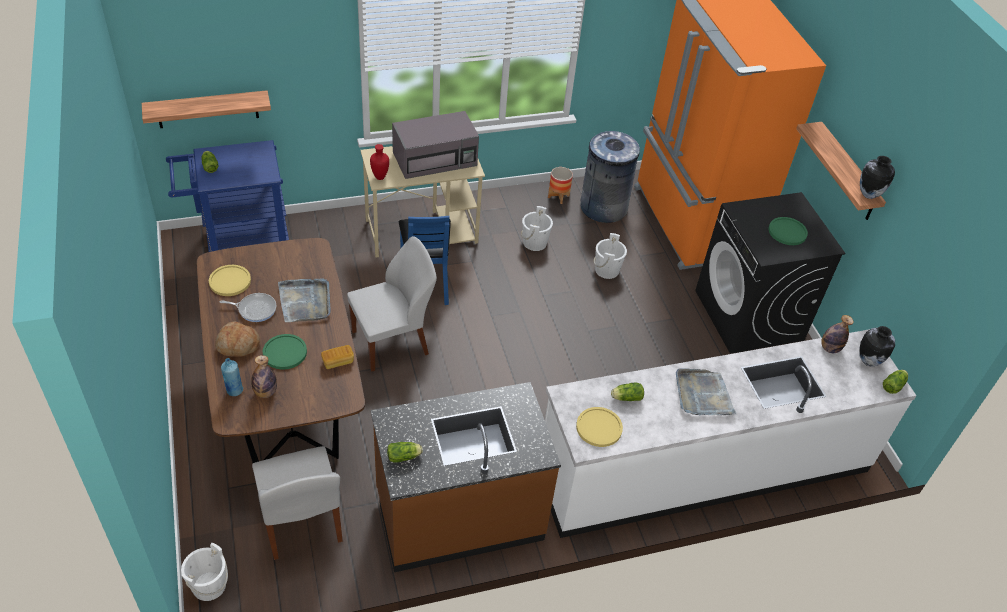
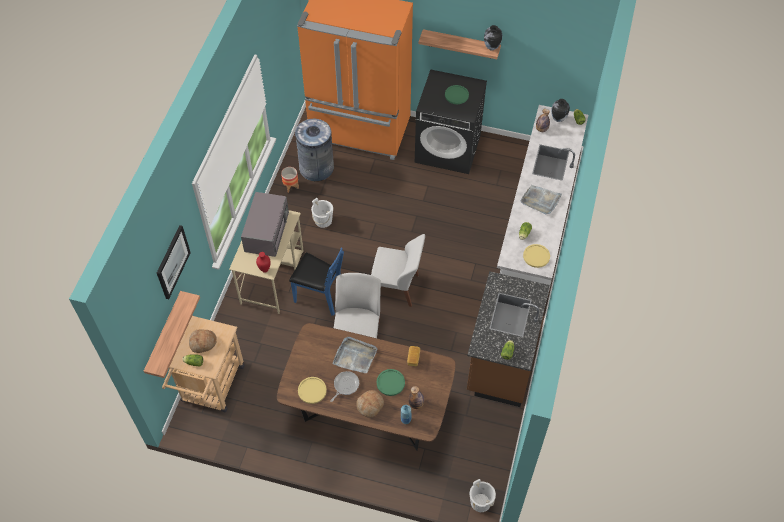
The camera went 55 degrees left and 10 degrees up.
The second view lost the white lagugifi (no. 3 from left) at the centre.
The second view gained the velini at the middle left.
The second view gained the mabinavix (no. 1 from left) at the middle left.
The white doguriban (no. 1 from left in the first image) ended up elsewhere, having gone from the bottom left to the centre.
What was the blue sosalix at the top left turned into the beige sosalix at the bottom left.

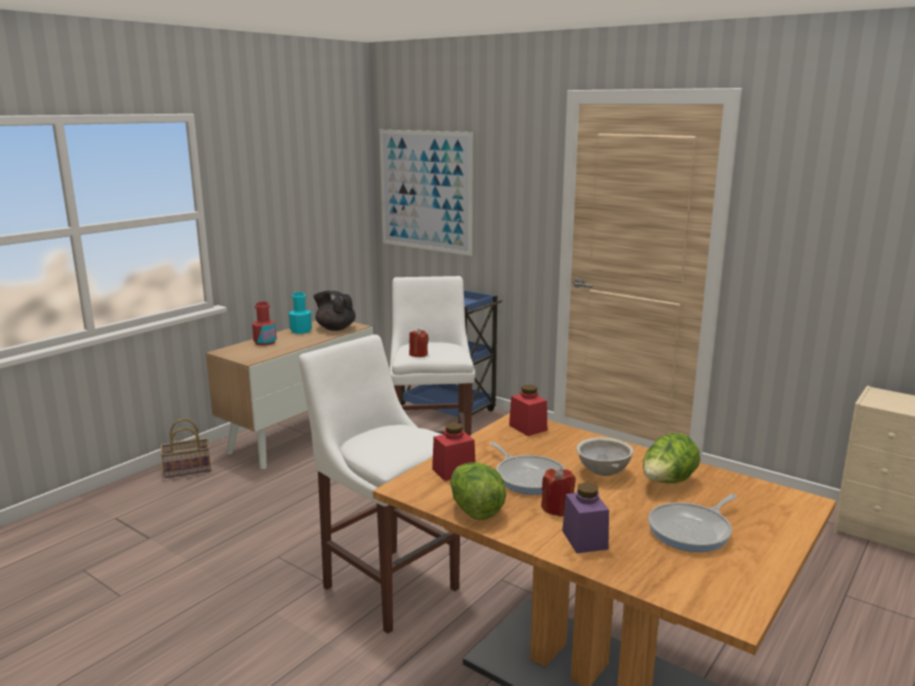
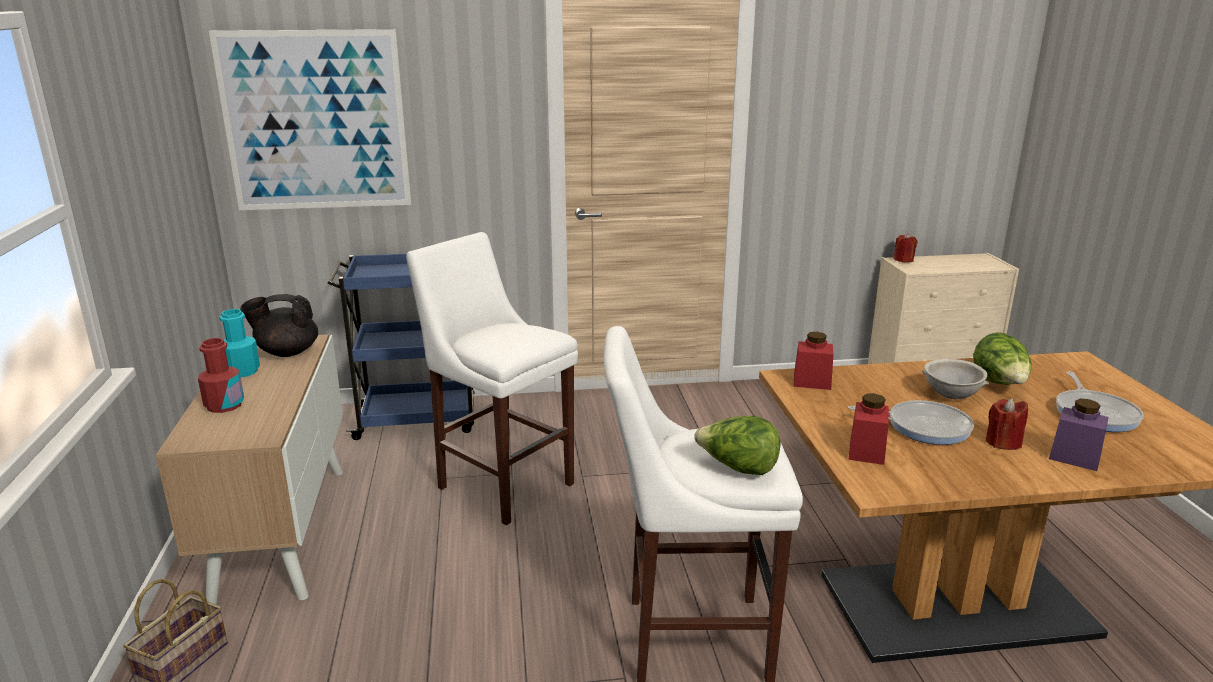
The camera went 45 degrees left and 5 degrees up.
The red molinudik (no. 1 from left) ended up elsewhere, having gone from the centre to the middle right.
The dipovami (no. 1 from left) ended up elsewhere, having gone from the bottom centre to the centre.

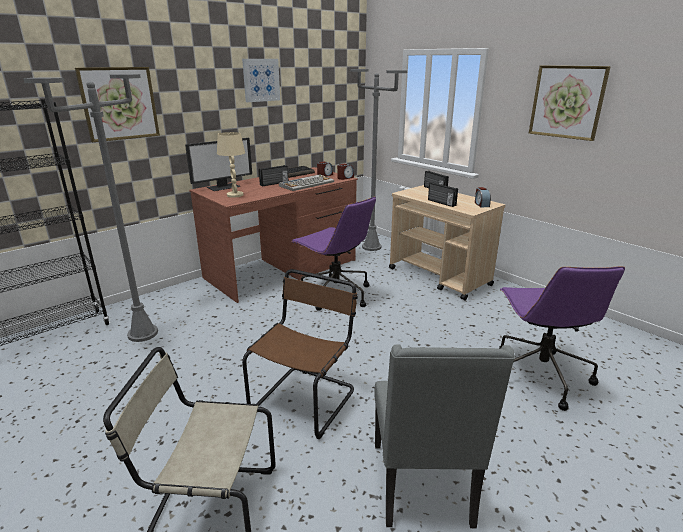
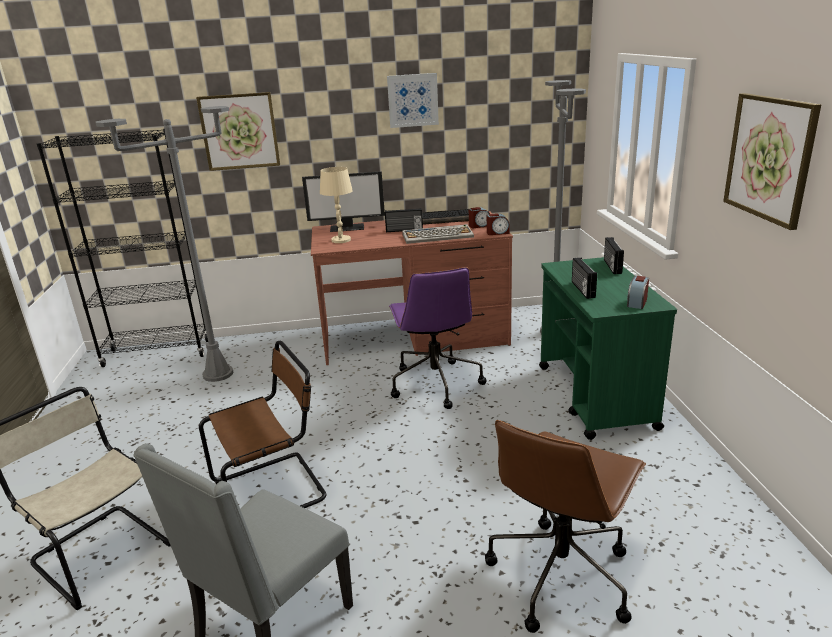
The camera went 35 degrees right and 0 degrees up.
What was the beige sosalix at the centre turned into the green sosalix at the middle right.
What was the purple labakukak (no. 2 from left) at the middle right turned into the brown labakukak at the bottom right.

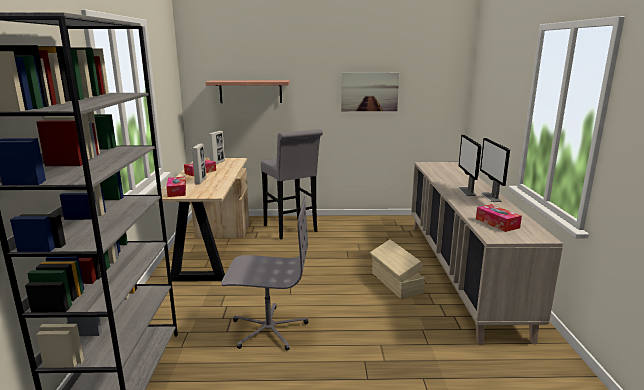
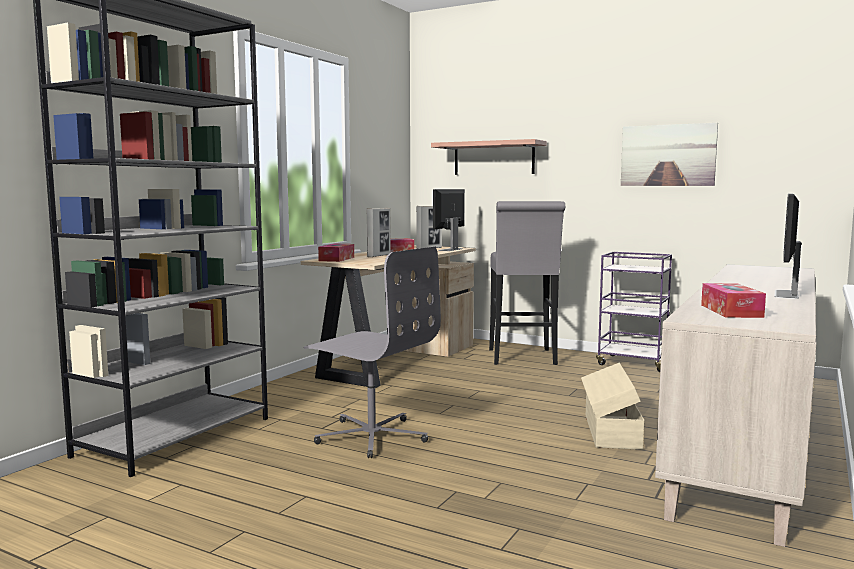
The camera went 30 degrees right and 10 degrees down.
The second view gained the purple sosalix at the middle right.
The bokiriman (no. 1 from left) ended up elsewhere, having gone from the middle right to the centre.

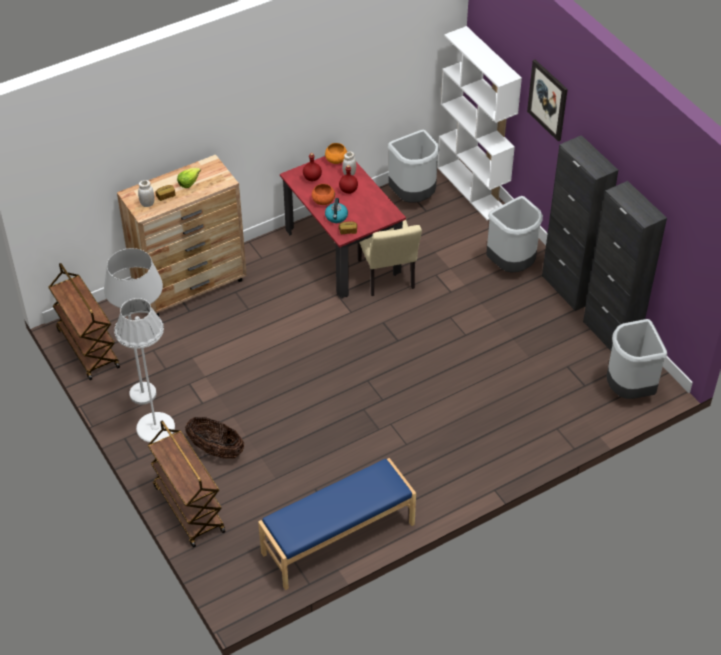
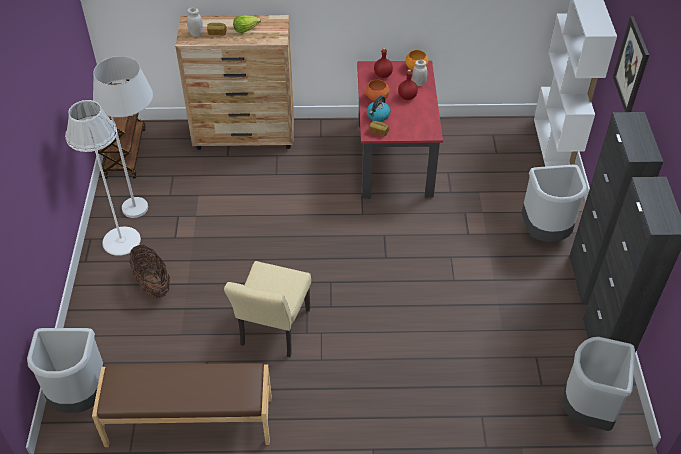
The camera went 30 degrees right and 0 degrees up.
The second view lost the brown sosalix (no. 2 from left) at the bottom left.
The beige doguriban ended up elsewhere, having gone from the centre to the bottom centre.
The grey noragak (no. 1 from left) ended up elsewhere, having gone from the top centre to the bottom left.
What was the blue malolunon at the bottom centre turned into the brown malolunon at the bottom left.

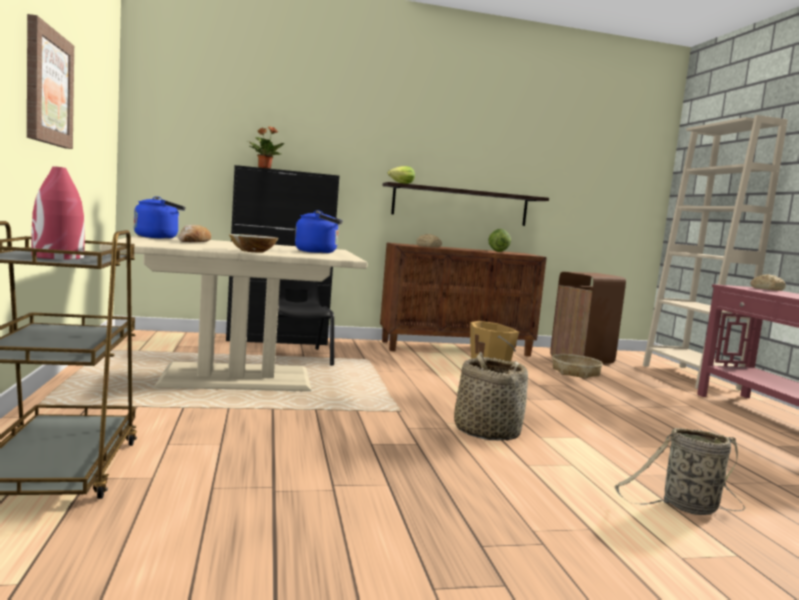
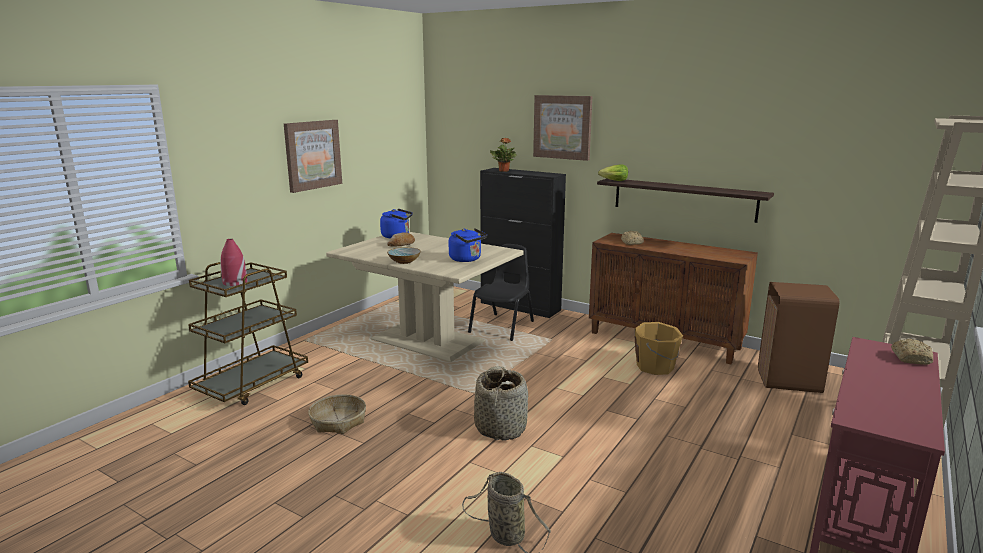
The camera went 45 degrees right and 10 degrees up.
The second view lost the dipovami (no. 2 from left) at the centre.
The second view gained the velini (no. 2 from left) at the top centre.
The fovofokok (no. 2 from left in the first image) ended up elsewhere, having gone from the middle right to the bottom centre.

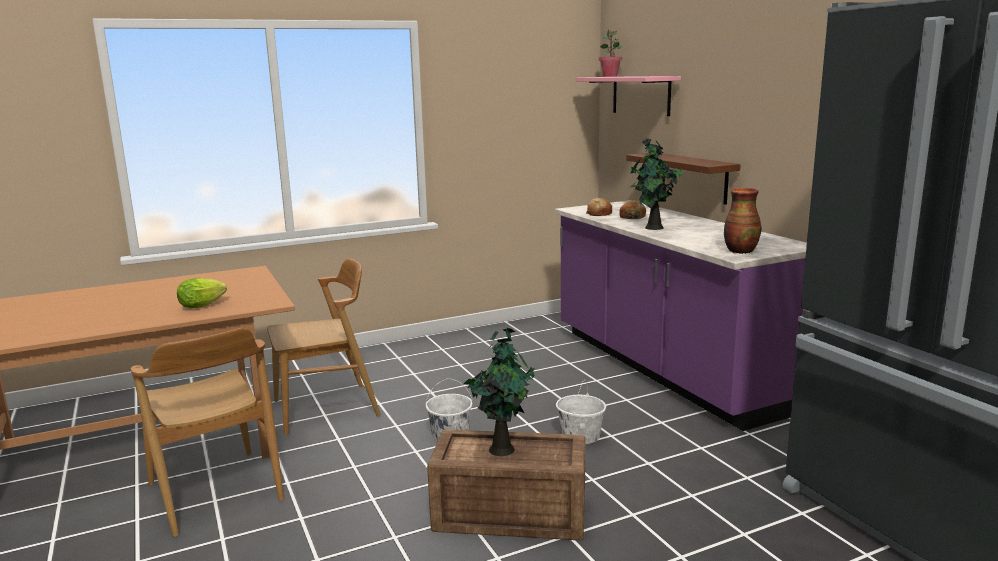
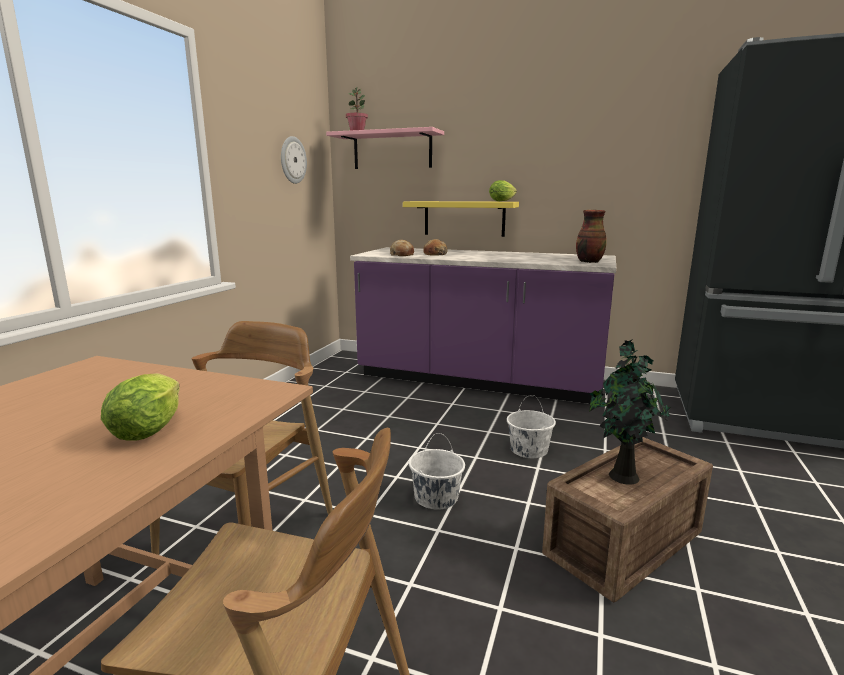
The camera went 45 degrees left and 0 degrees up.
The second view lost the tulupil (no. 3 from left) at the top centre.
The second view gained the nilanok at the top centre.
The second view gained the dipovami (no. 2 from left) at the top centre.
What was the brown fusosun at the top right turned into the yellow fusosun at the top centre.

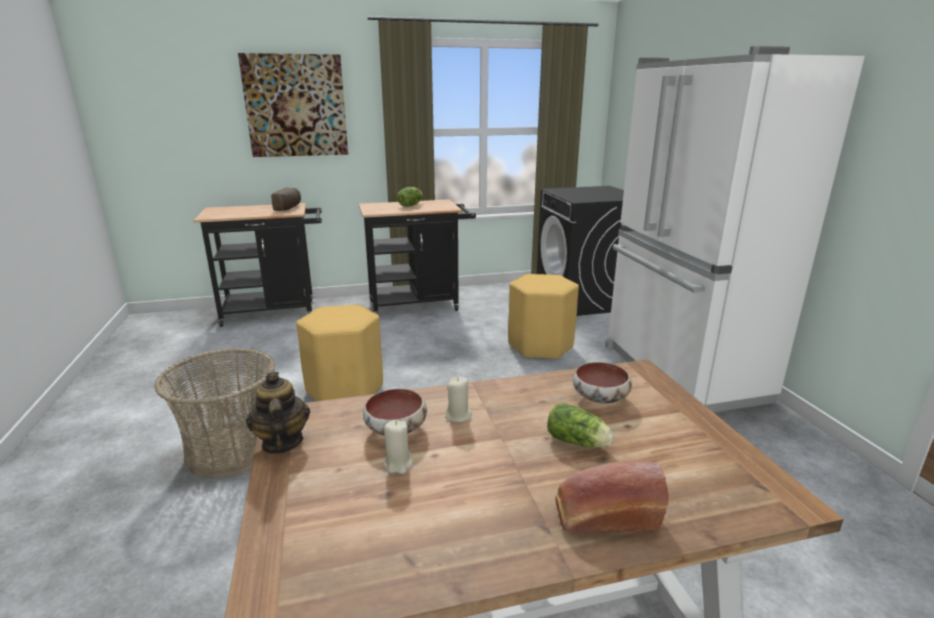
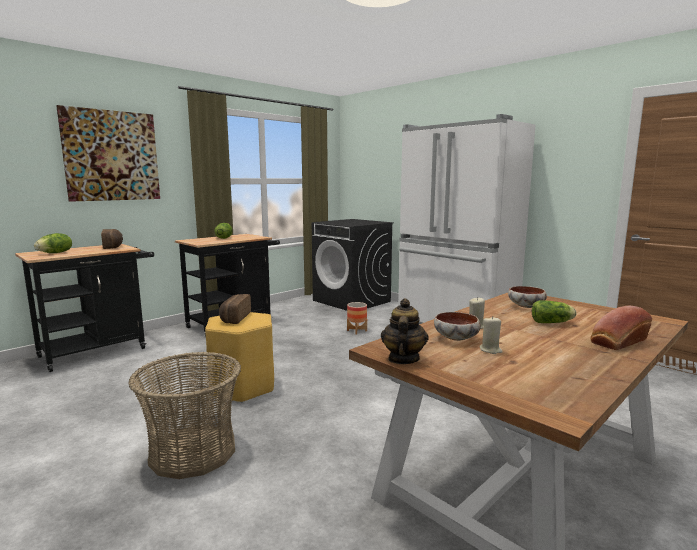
The camera went 30 degrees left and 10 degrees down.
The second view gained the dipovami (no. 1 from left) at the middle left.
The second view gained the mabinavix (no. 2 from left) at the centre.
Where the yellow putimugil (no. 2 from left) stood at the centre, the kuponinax came to stand at the centre.
The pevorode at the bottom left ended up facing another way, 60 degrees clockwise from before.

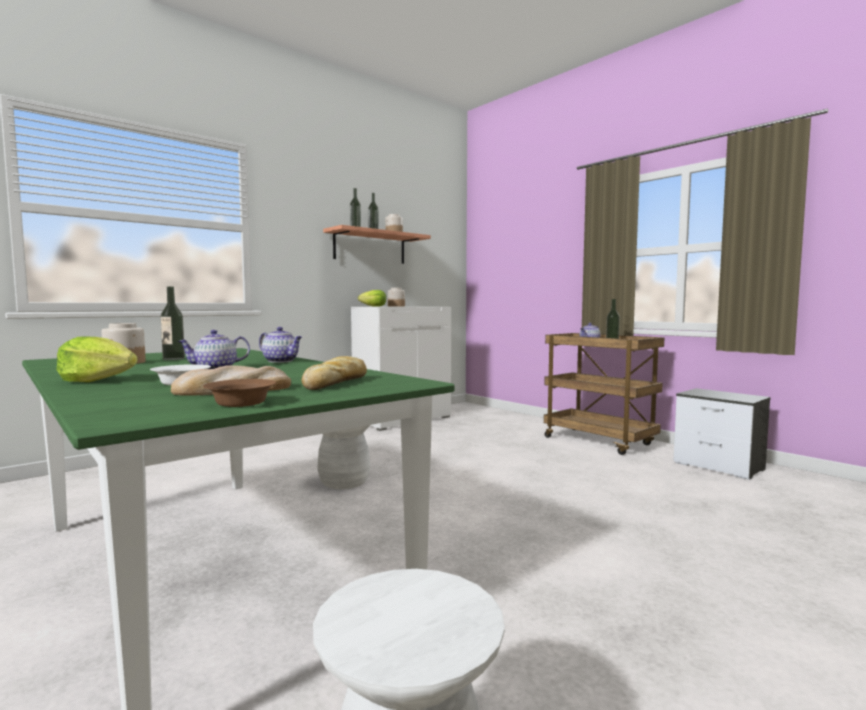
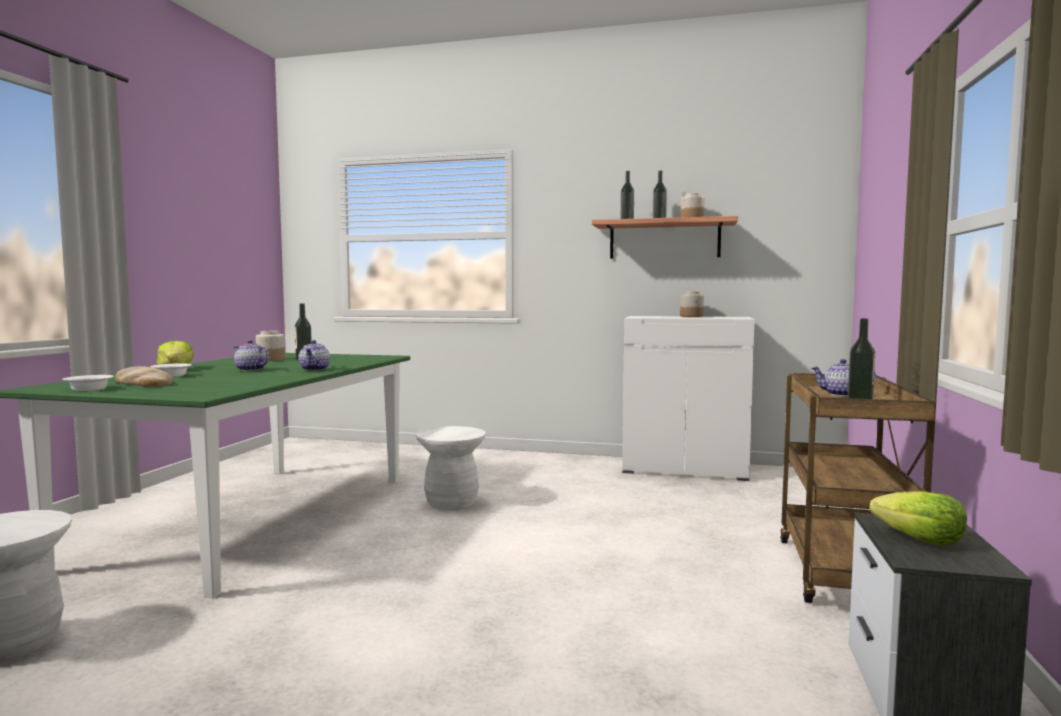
The camera went 55 degrees right and 0 degrees up.
The second view lost the mabinavix (no. 2 from left) at the centre.
The dipovami (no. 2 from left) ended up elsewhere, having gone from the centre to the bottom right.
What was the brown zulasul at the middle left turned into the white zulasul (no. 1 from left) at the middle left.

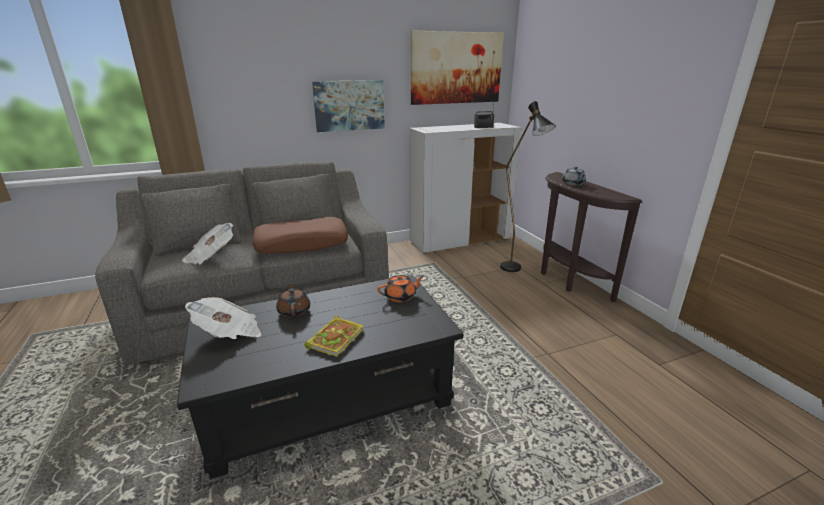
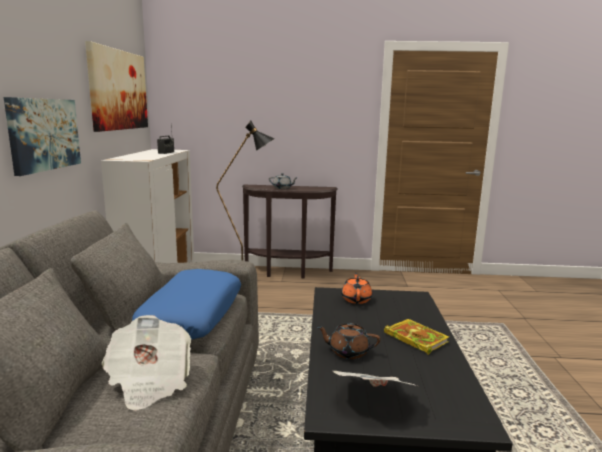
The camera went 65 degrees left and 10 degrees down.
What was the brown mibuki at the centre turned into the blue mibuki at the bottom left.

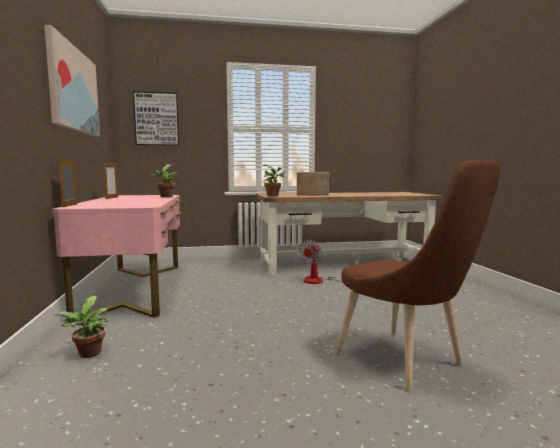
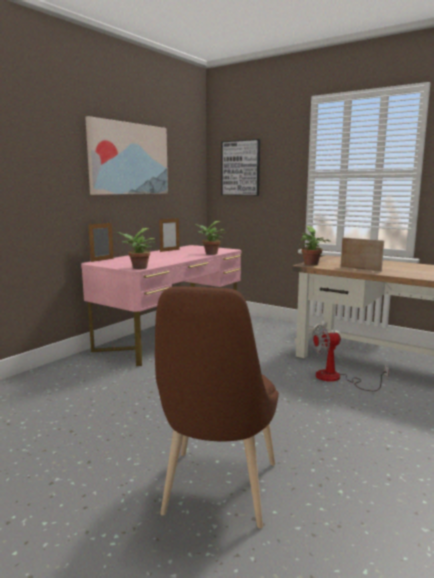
The camera went 45 degrees right and 5 degrees up.
The tulupil (no. 1 from left) ended up elsewhere, having gone from the bottom left to the middle left.

